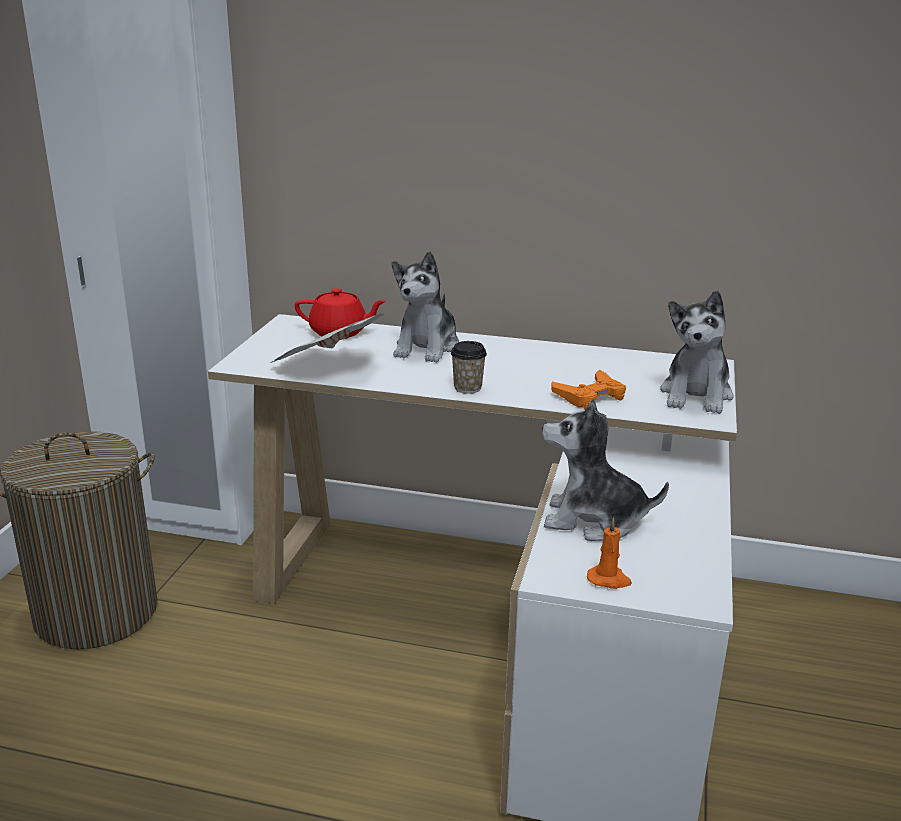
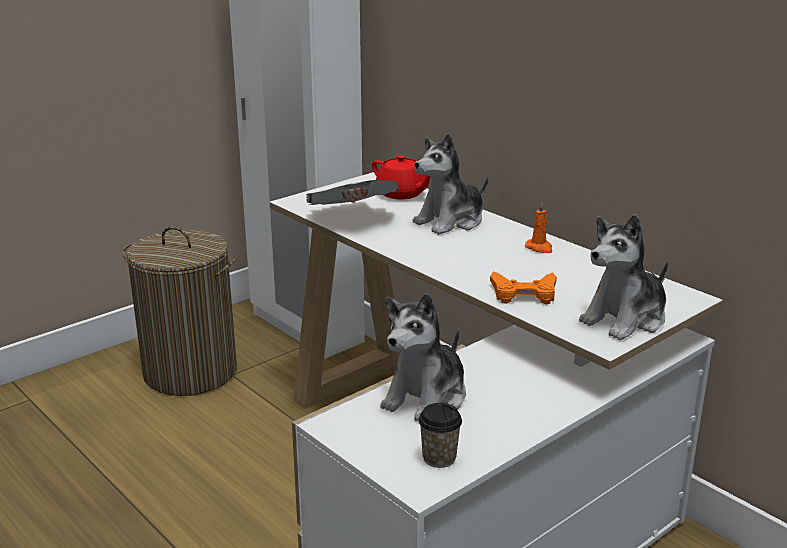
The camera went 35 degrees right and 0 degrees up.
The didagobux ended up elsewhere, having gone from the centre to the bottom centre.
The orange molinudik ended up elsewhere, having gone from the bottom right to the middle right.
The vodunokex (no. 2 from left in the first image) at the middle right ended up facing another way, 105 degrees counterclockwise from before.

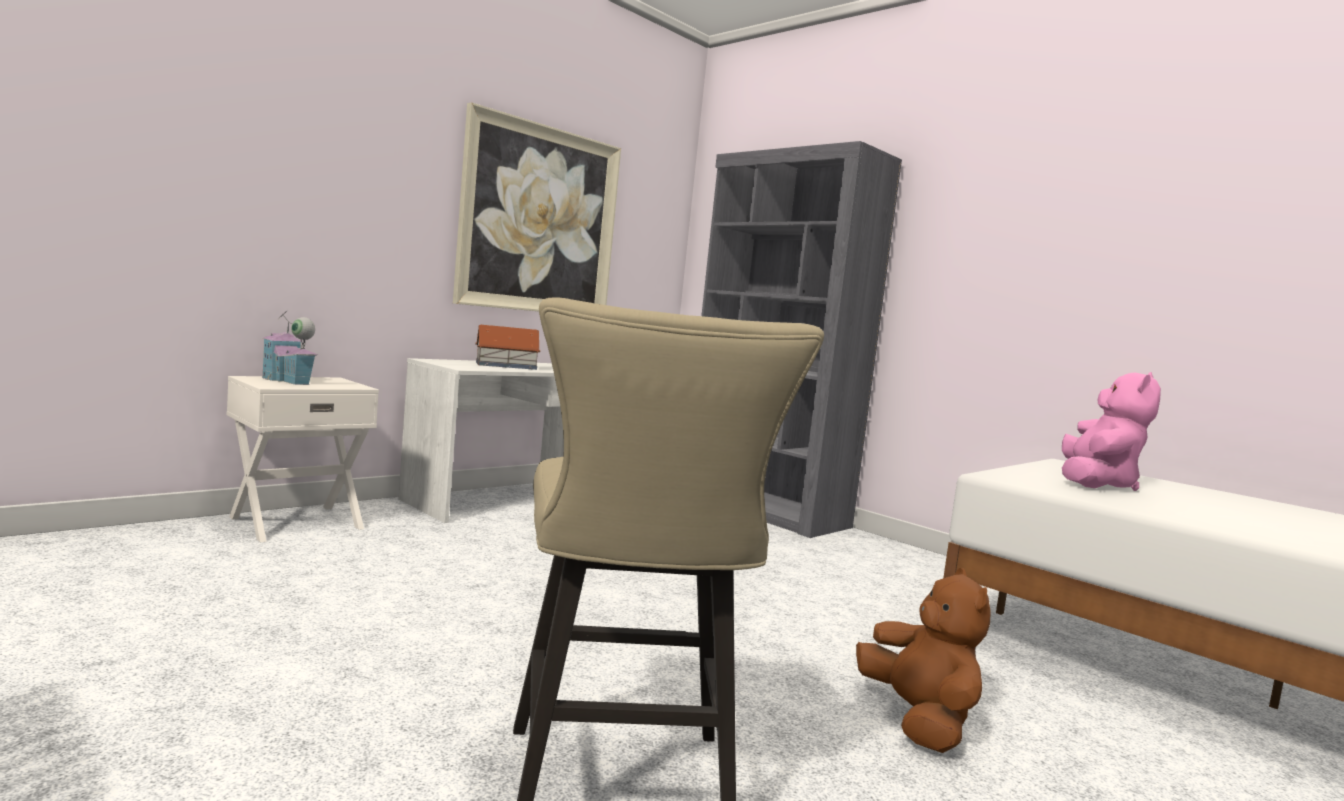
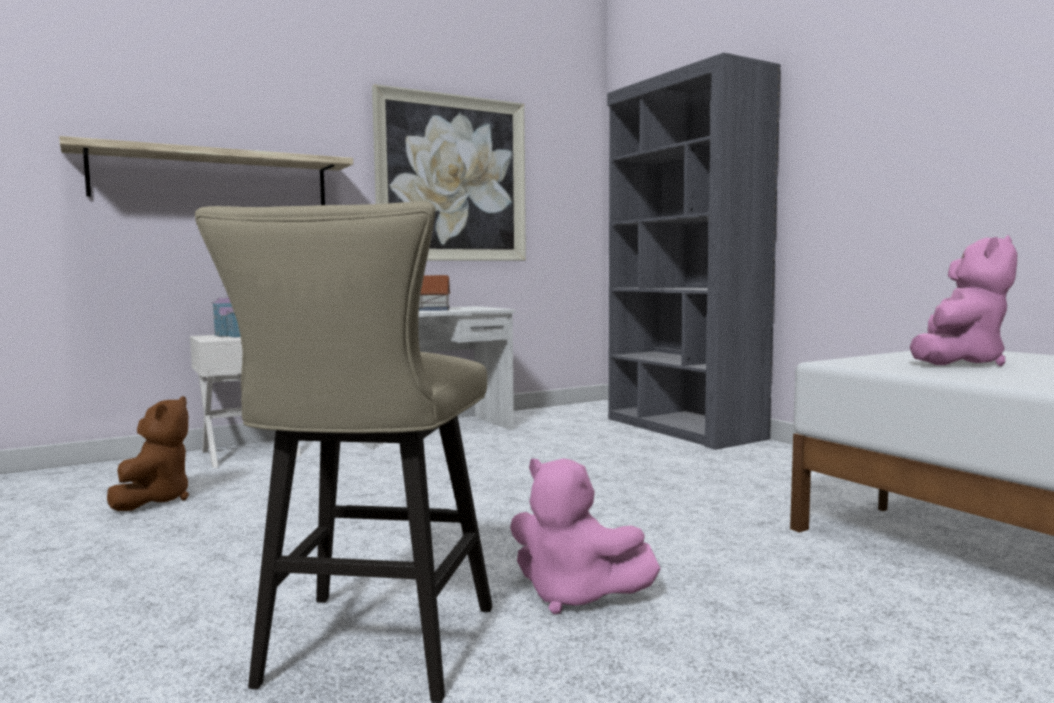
The camera went 15 degrees right and 0 degrees up.
The second view gained the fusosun at the top left.
The second view gained the pink vodunokex (no. 1 from left) at the bottom centre.
The brown vodunokex ended up elsewhere, having gone from the bottom right to the middle left.

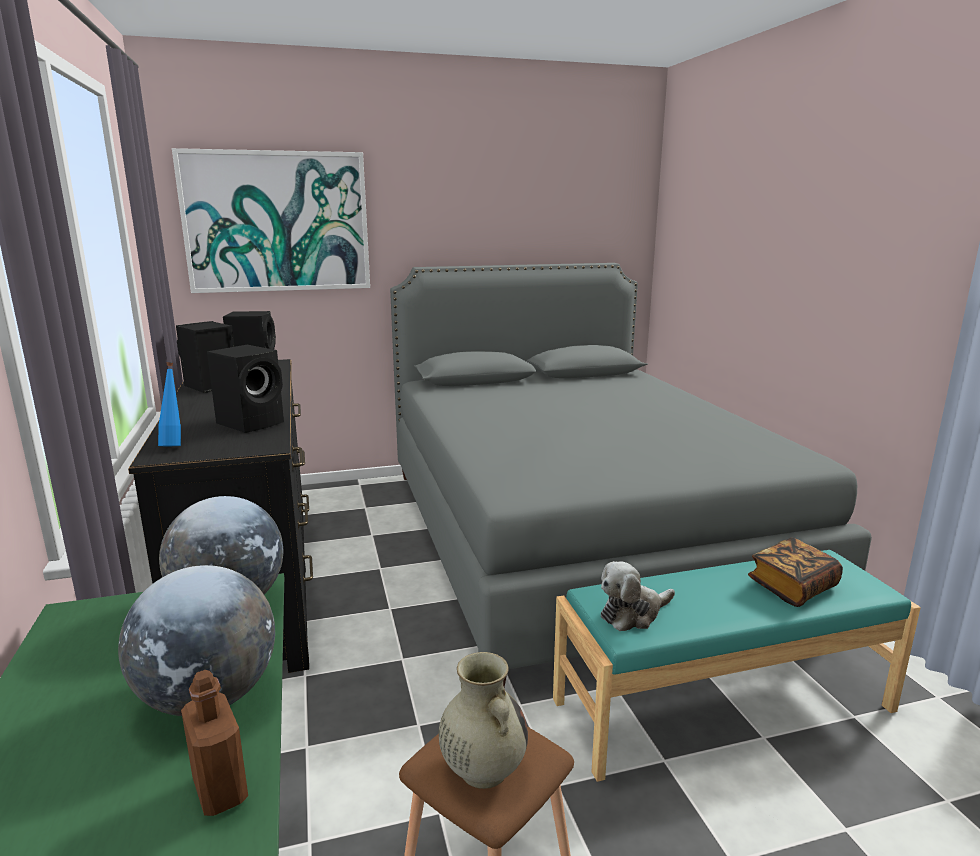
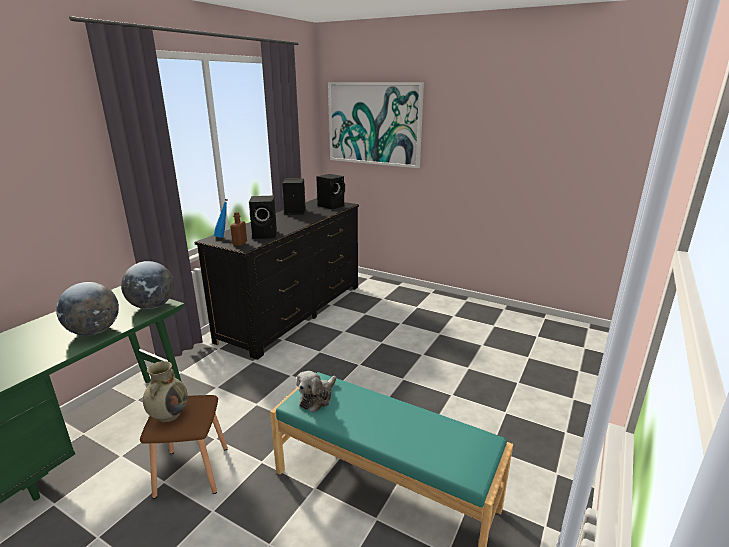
The camera went 45 degrees right and 5 degrees up.
The second view lost the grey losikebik at the centre.
The second view lost the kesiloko at the bottom right.
The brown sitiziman ended up elsewhere, having gone from the bottom left to the middle left.
The vodunokex at the bottom centre ended up facing another way, 75 degrees counterclockwise from before.

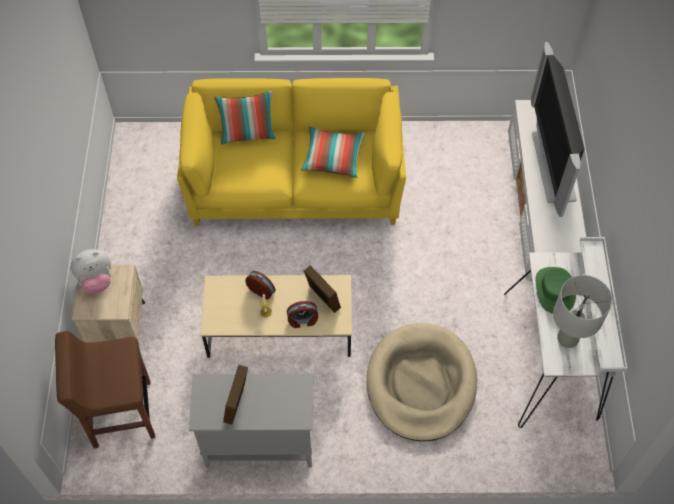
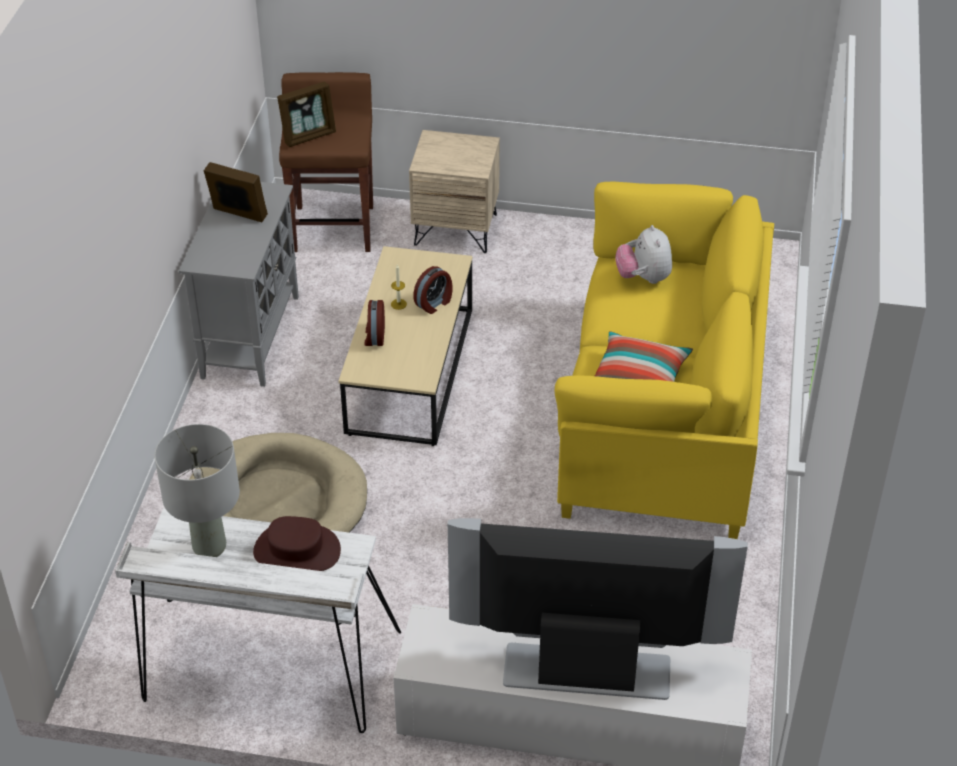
The camera went 100 degrees right and 15 degrees down.
The second view lost the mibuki (no. 1 from left) at the top centre.
The vodunokex ended up elsewhere, having gone from the middle left to the top right.
The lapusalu (no. 2 from left) ended up elsewhere, having gone from the centre to the top left.
What was the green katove at the middle right turned into the brown katove at the bottom left.

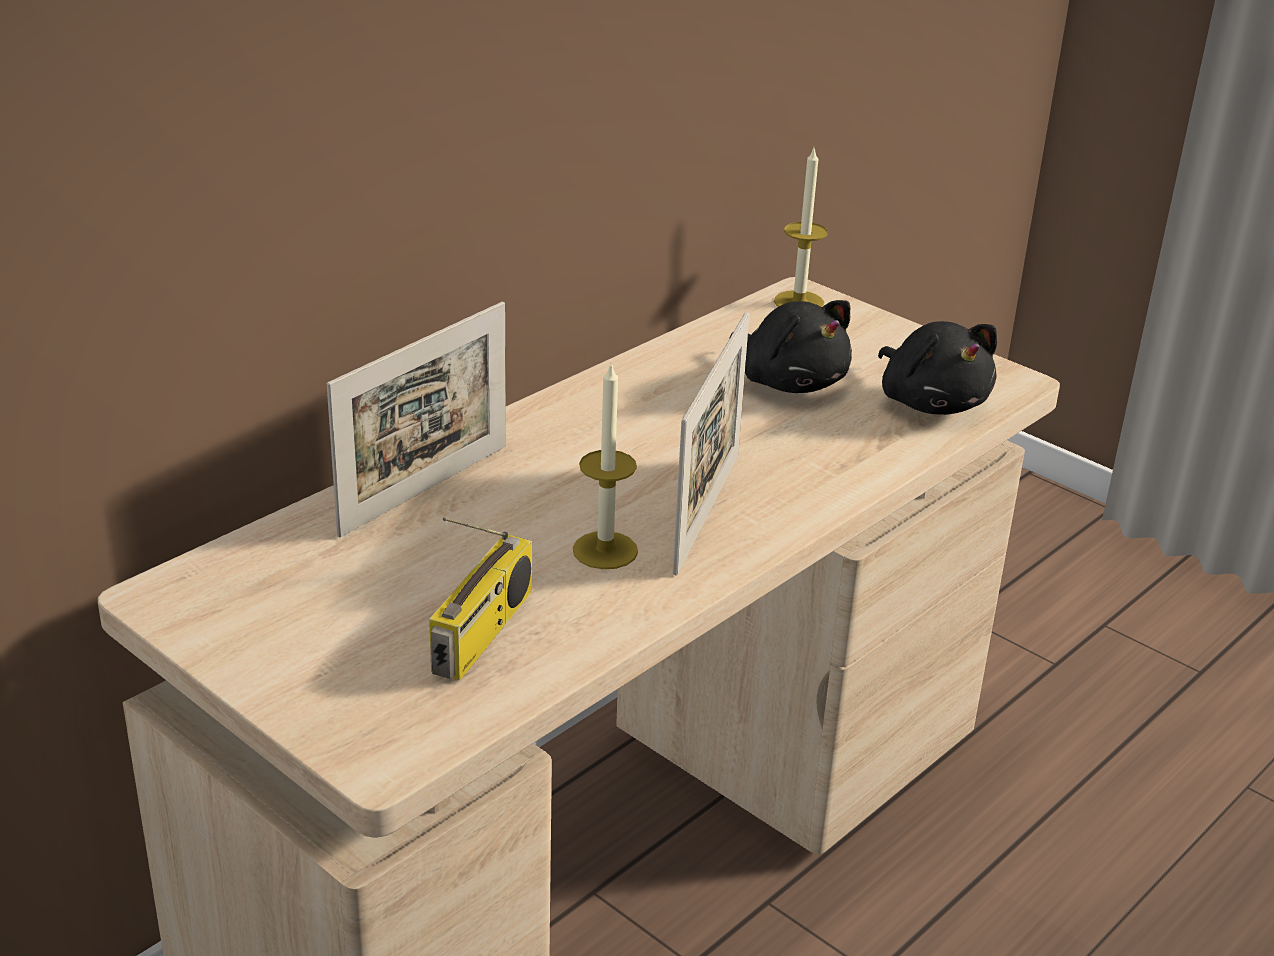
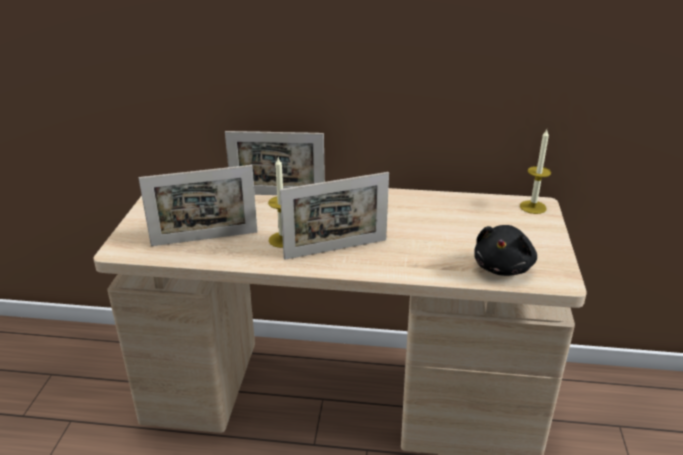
The camera went 55 degrees right and 0 degrees up.
The second view lost the black vodunokex (no. 1 from left) at the centre.
Where the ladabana stood at the centre, the lapusalu (no. 1 from left) came to stand at the middle left.

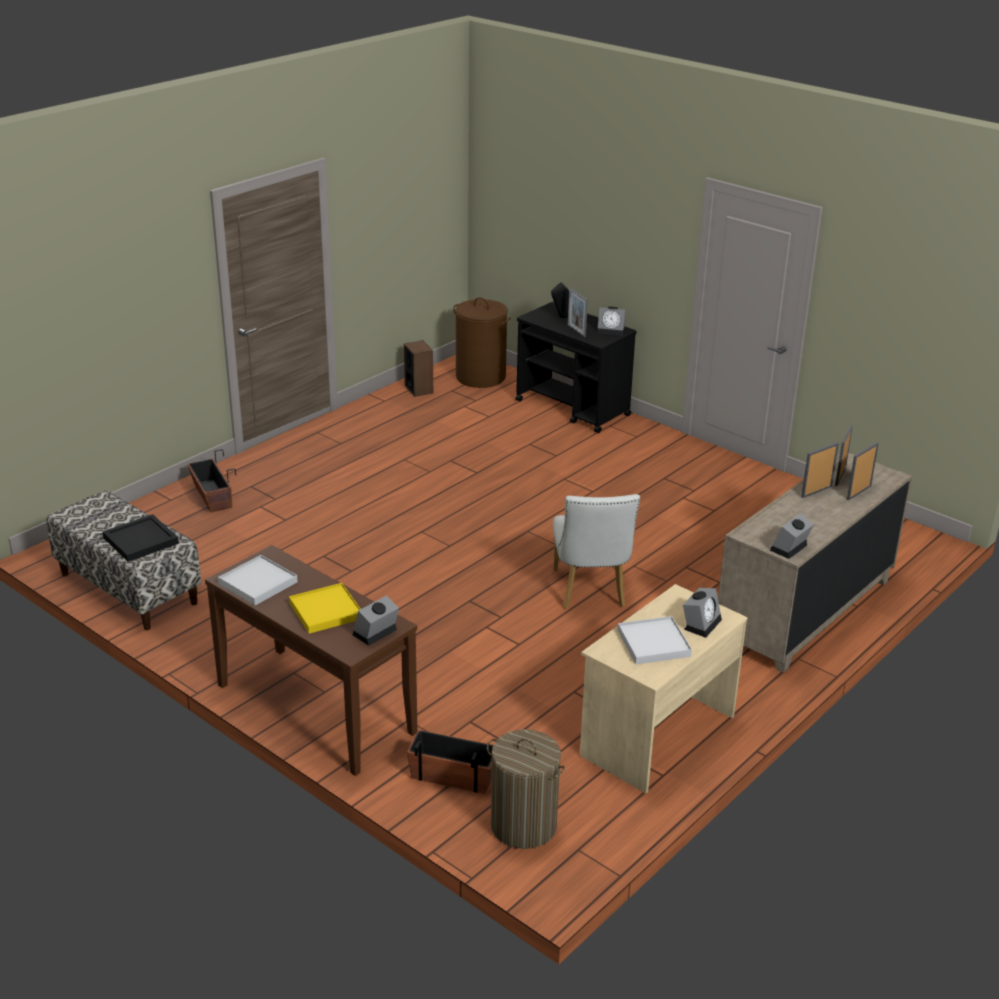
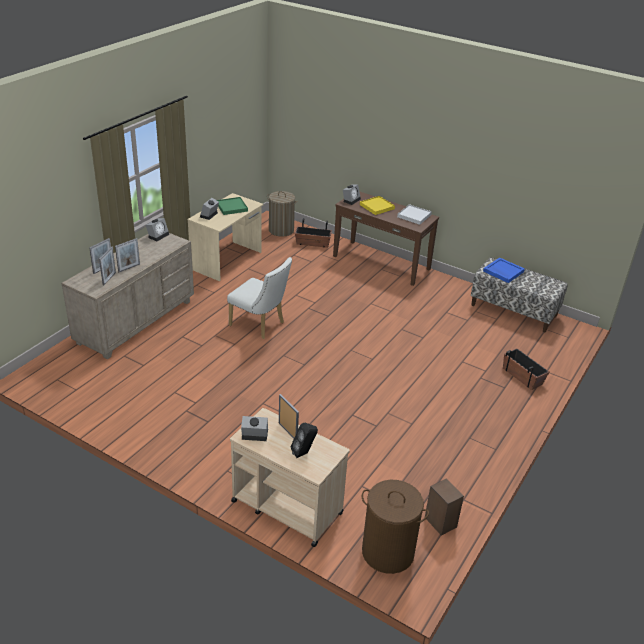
The camera went 170 degrees right and 5 degrees up.
What was the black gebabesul at the middle left turned into the blue gebabesul at the middle right.
What was the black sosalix at the centre turned into the beige sosalix at the bottom centre.
What was the white gebabesul (no. 2 from left) at the centre turned into the green gebabesul at the top centre.
The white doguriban at the centre ended up facing another way, 135 degrees clockwise from before.

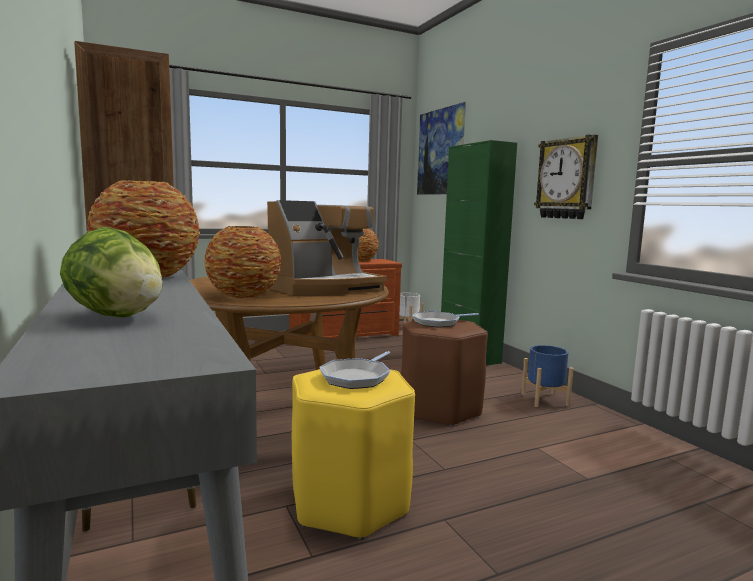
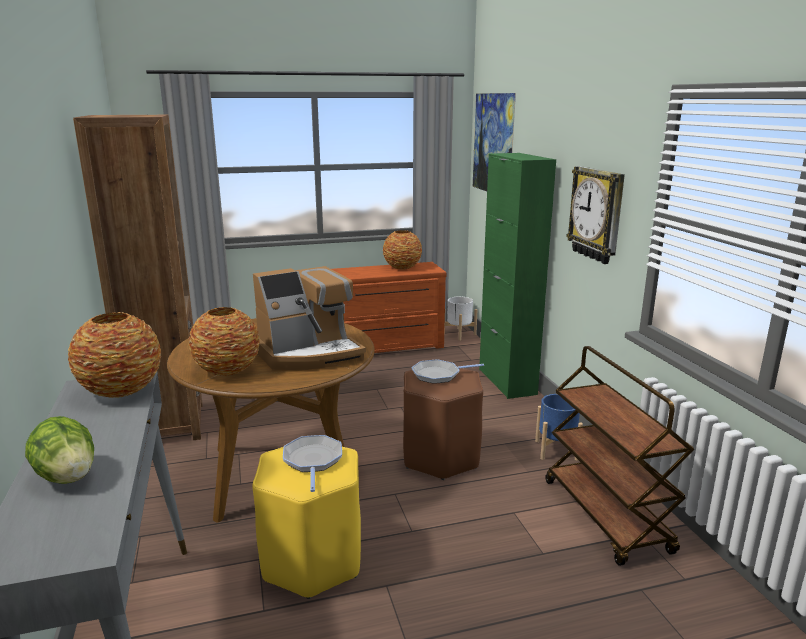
The camera went 10 degrees right and 10 degrees up.
The second view gained the brown sosalix at the bottom right.
The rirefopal (no. 1 from left) at the centre ended up facing another way, 135 degrees clockwise from before.

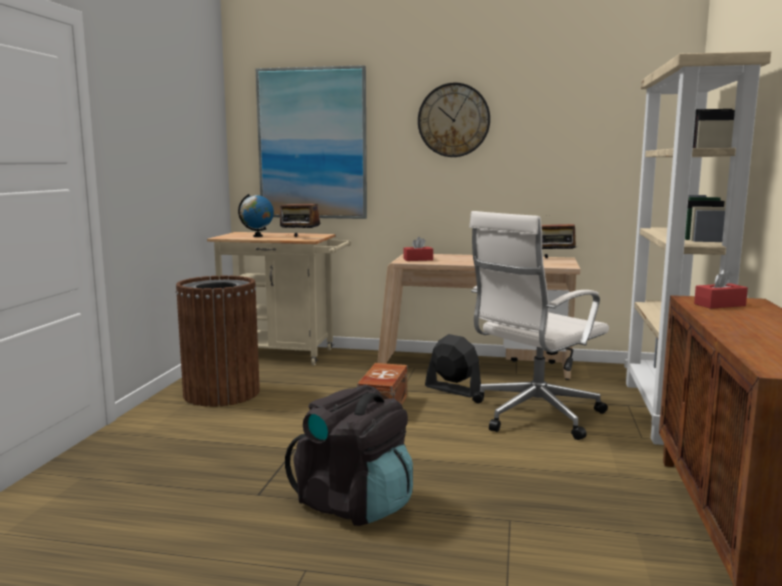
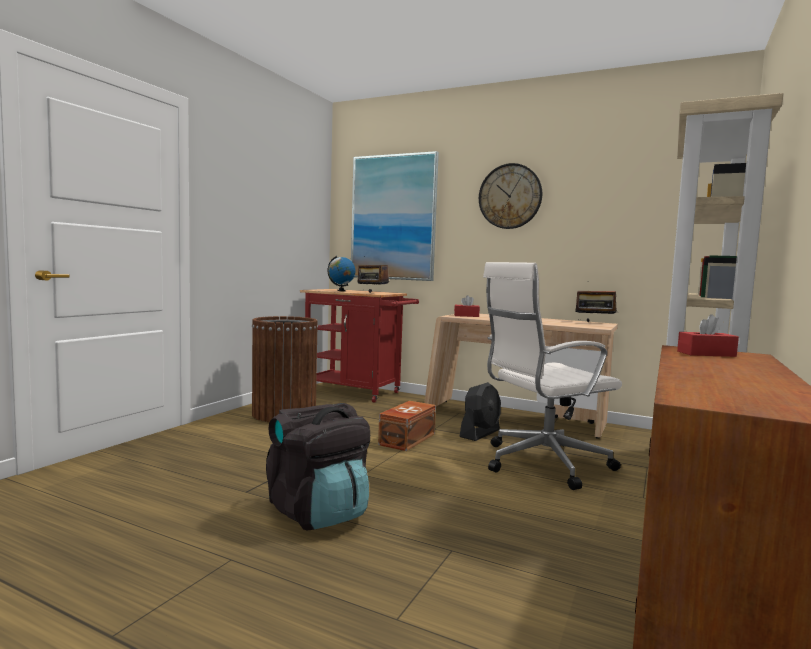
The camera went 15 degrees right and 5 degrees down.
What was the beige sosalix at the centre turned into the red sosalix at the centre.
The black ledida at the centre ended up facing another way, 75 degrees clockwise from before.

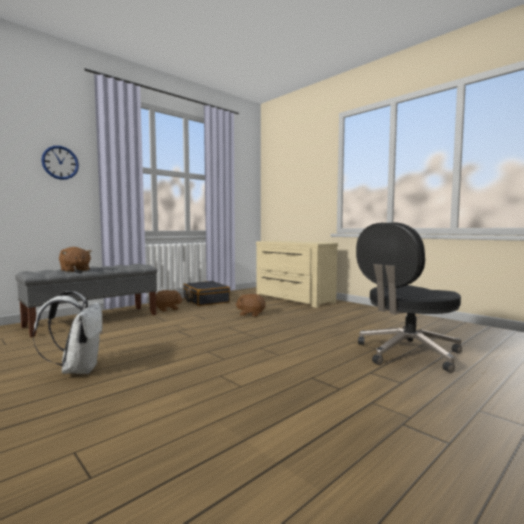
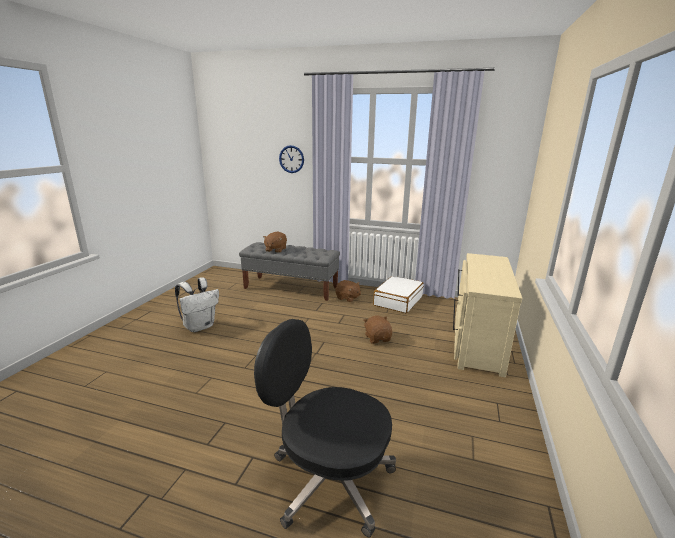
The camera went 60 degrees right and 15 degrees up.
What was the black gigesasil at the centre turned into the white gigesasil at the centre.

